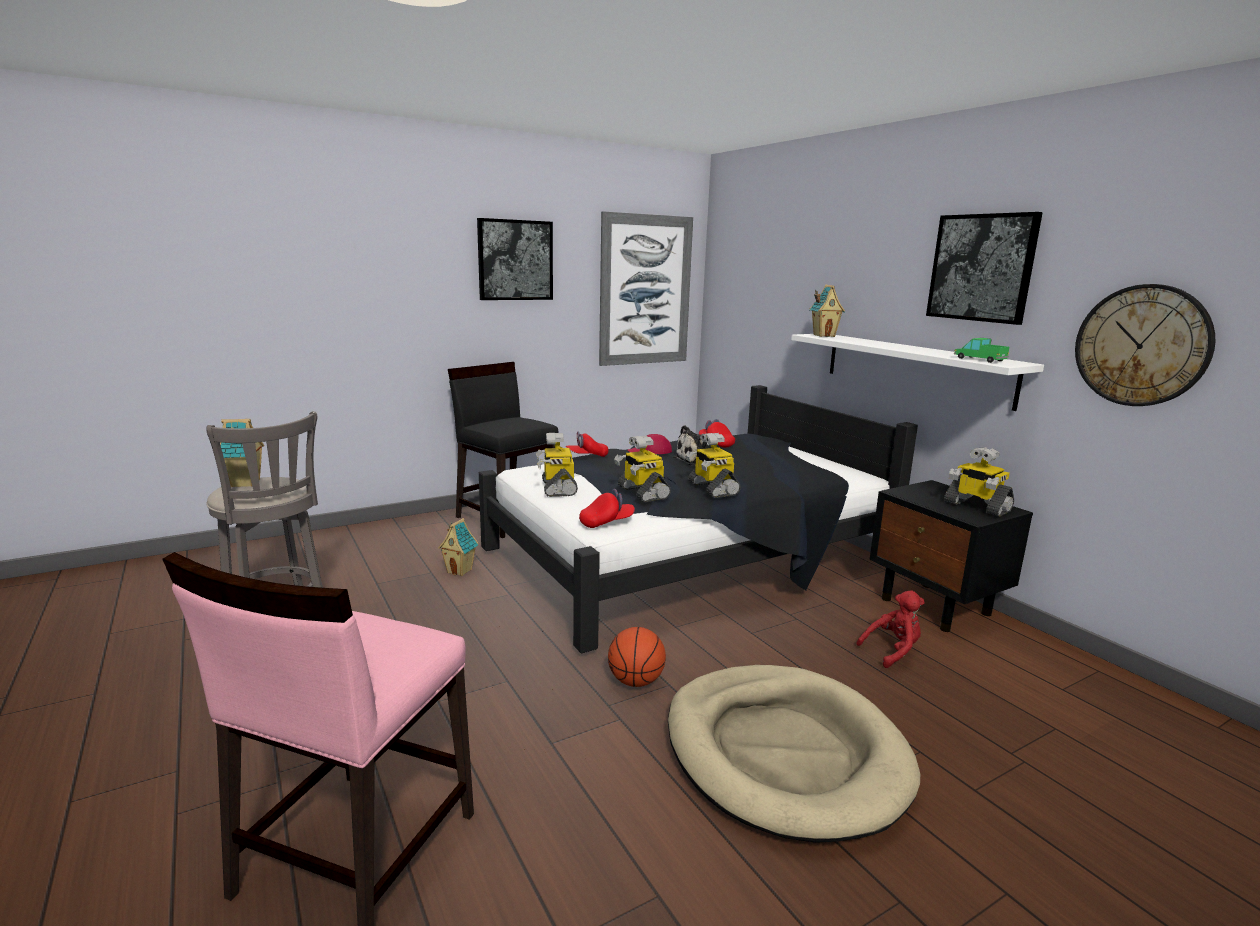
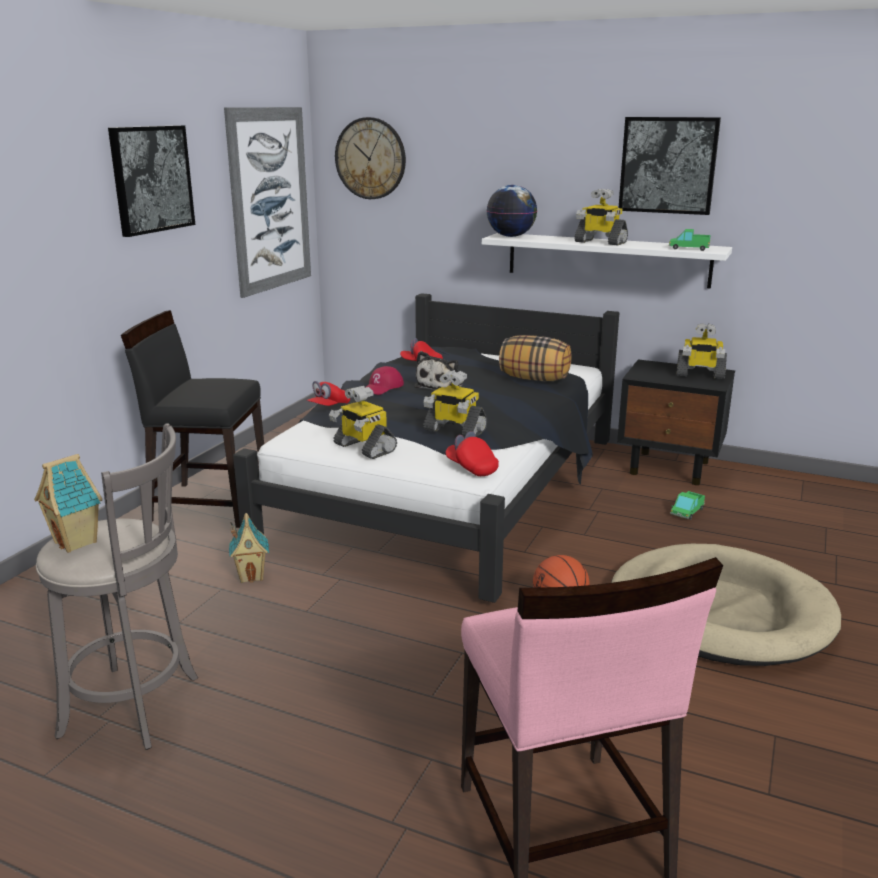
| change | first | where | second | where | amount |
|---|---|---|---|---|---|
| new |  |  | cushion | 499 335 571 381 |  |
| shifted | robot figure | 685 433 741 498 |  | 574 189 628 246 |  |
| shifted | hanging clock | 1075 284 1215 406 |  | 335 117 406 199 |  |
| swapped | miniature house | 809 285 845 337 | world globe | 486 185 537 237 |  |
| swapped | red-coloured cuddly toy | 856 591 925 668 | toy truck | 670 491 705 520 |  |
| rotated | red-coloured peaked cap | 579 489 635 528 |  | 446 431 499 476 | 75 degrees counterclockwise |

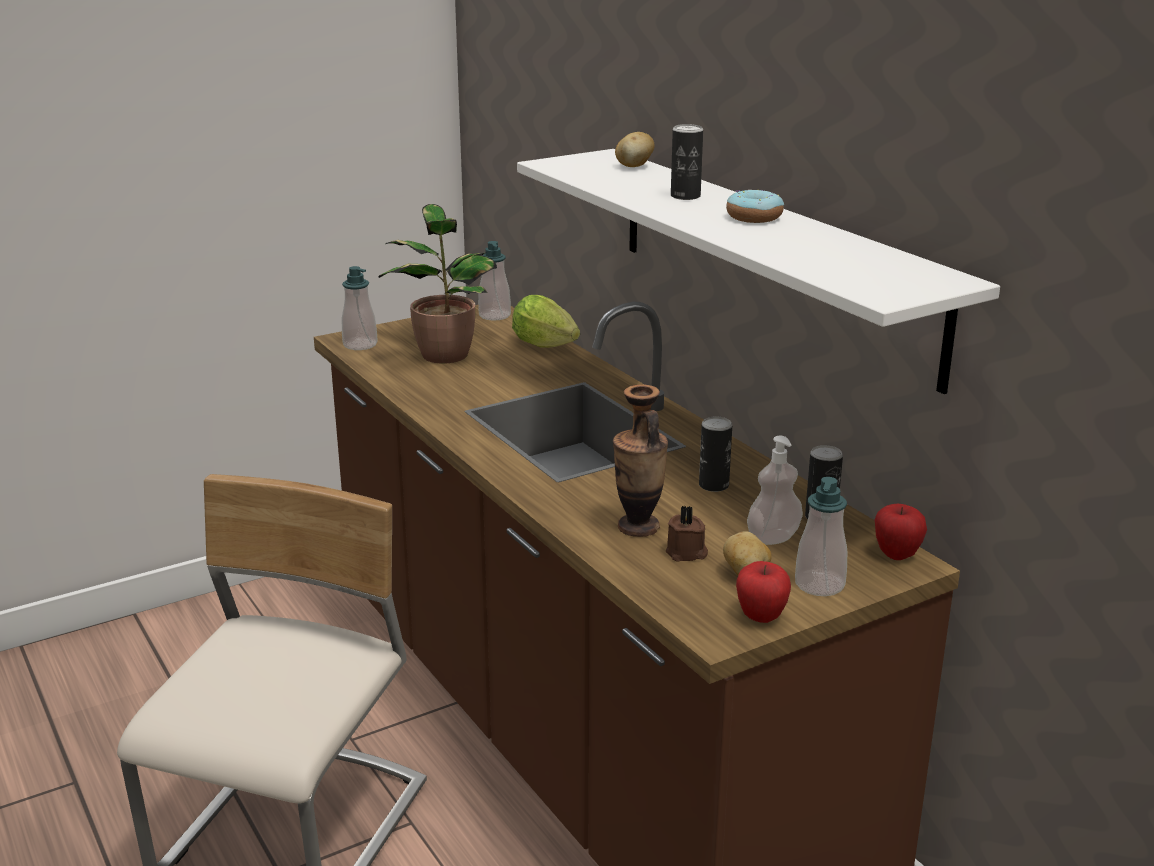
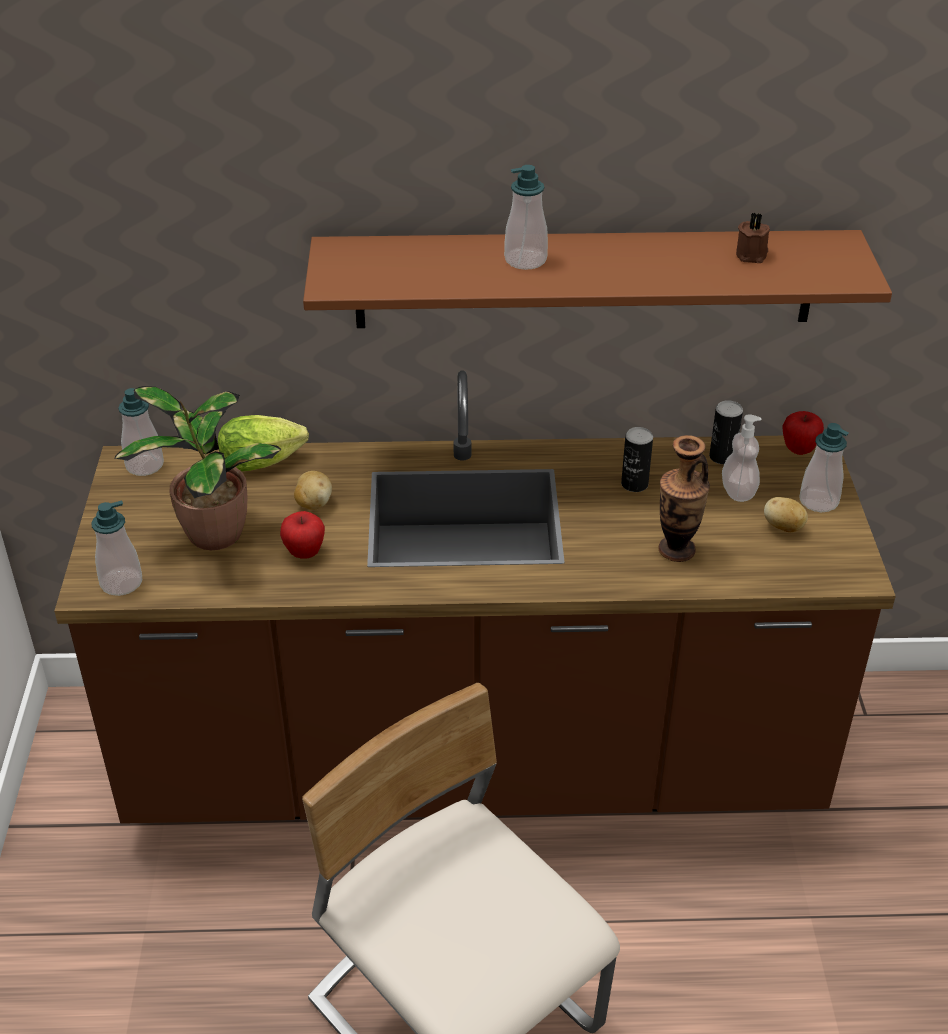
| change | first | where | second | where | amount |
|---|---|---|---|---|---|
| gone | ring doughnut | 726 189 784 223 |  |  |  |
| shifted | whole potato | 615 132 655 167 |  | 294 471 332 510 |  |
| shifted | brownish wax candle | 666 505 708 562 |  | 736 212 770 263 |  |
| shifted | apple fruit | 736 561 791 623 |  | 280 511 325 559 |  |
| swapped | can | 671 124 703 200 | soap dispenser | 504 165 548 270 |  |
| repainted | whitish shelf | 517 149 1000 394 | brownish shelf | 303 230 892 328 |  |

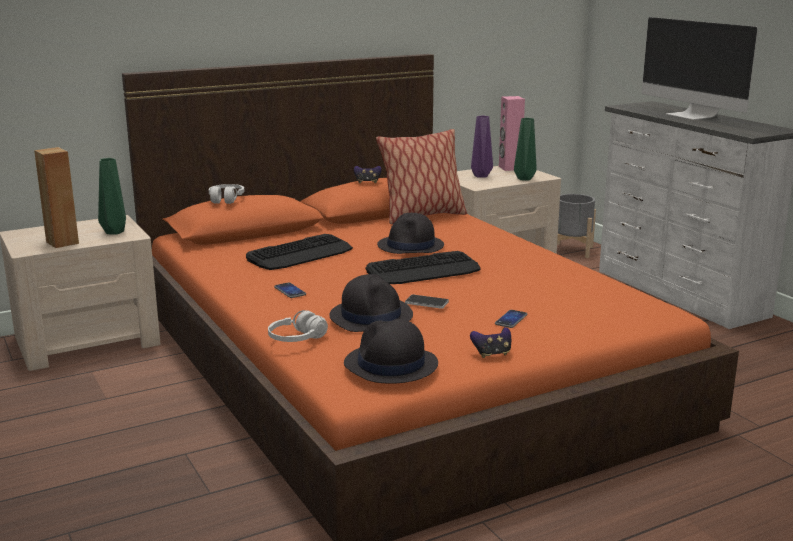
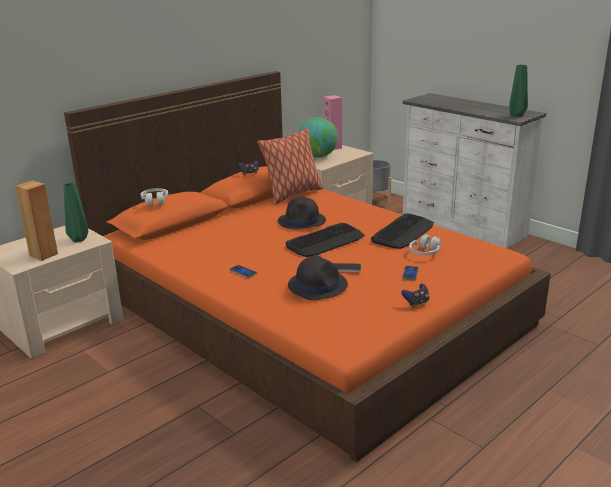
| change | first | where | second | where | amount |
|---|---|---|---|---|---|
| gone | black-coloured clothing hat | 344 319 438 384 |  |  |  |
| gone | computer display | 642 17 758 120 |  |  |  |
| shifted | PC keyboard | 246 234 353 270 |  | 371 213 434 249 |  |
| shifted | whitish headphones | 268 310 328 342 |  | 409 234 441 255 |  |
| shifted | greenish vase | 514 118 537 181 |  | 509 65 528 117 |  |
| swapped | purple-coloured vase | 471 116 493 178 | world globe | 299 117 338 158 |  |

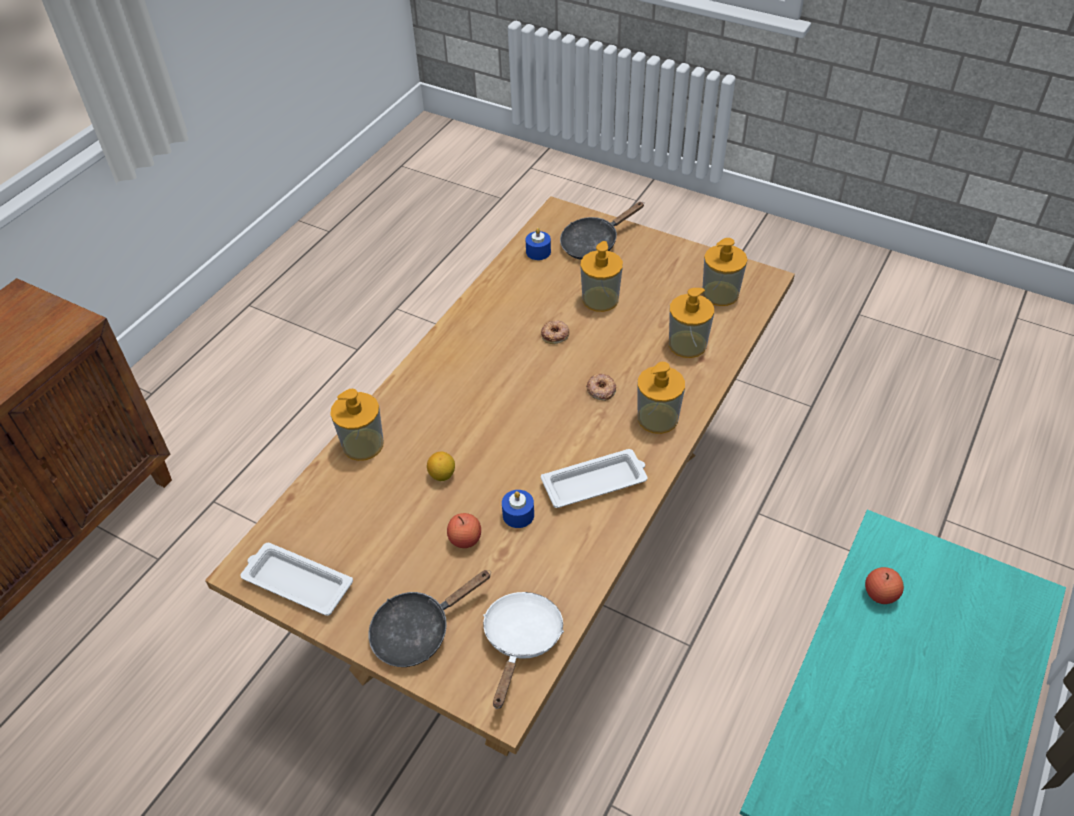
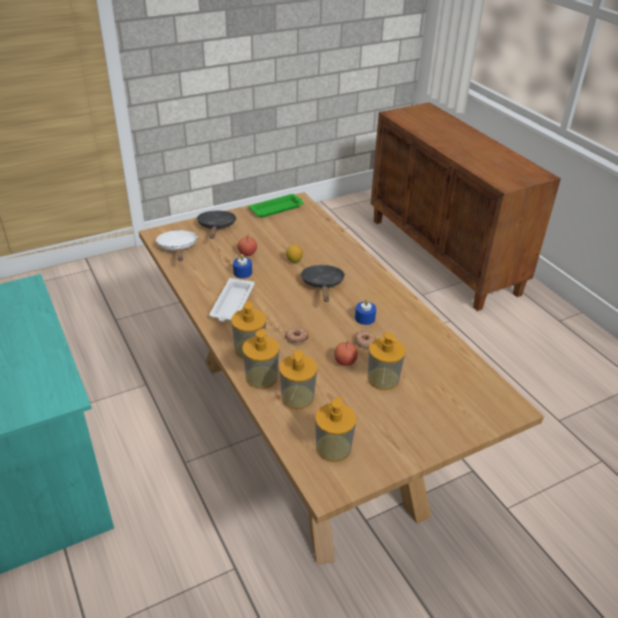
| change | first | where | second | where | amount |
|---|---|---|---|---|---|
| shifted | soap dispenser | 330 389 384 461 |  | 242 328 279 389 |  |
| shifted | bluish wax candle | 526 228 551 260 |  | 355 299 376 325 |  |
| shifted | black-coloured skillet | 560 202 644 260 |  | 300 265 345 302 |  |
| shifted | apple fruit | 865 567 904 604 |  | 334 340 358 366 |  |
| repainted | whitish serving tray | 241 543 353 616 | greenish serving tray | 248 194 304 218 |  |
| rotated | whitish skillet | 483 592 564 709 |  | 155 230 198 261 | 150 degrees counterclockwise |

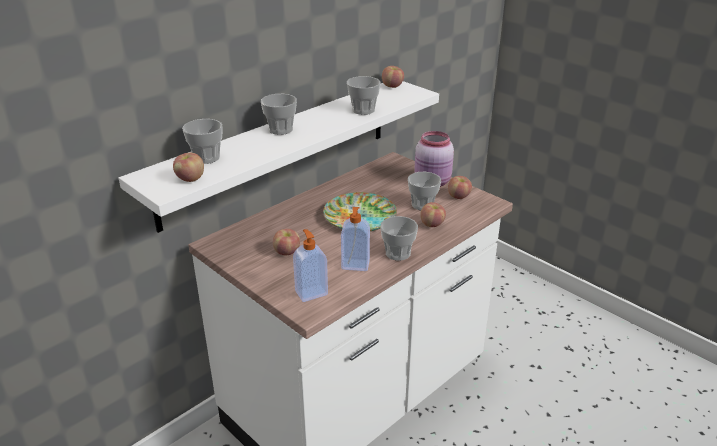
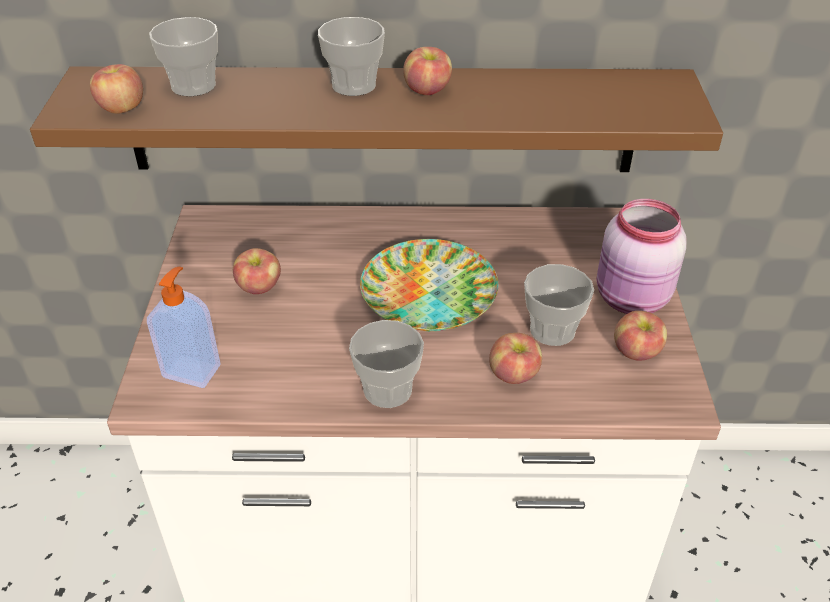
| change | first | where | second | where | amount |
|---|---|---|---|---|---|
| gone | soap dispenser | 341 207 370 271 |  |  |  |
| gone | small cup | 347 76 381 115 |  |  |  |
| shifted | apple fruit | 382 66 404 88 |  | 403 47 452 95 |  |
| repainted | whitish shelf | 119 81 439 233 | brownish shelf | 30 66 723 172 |  |

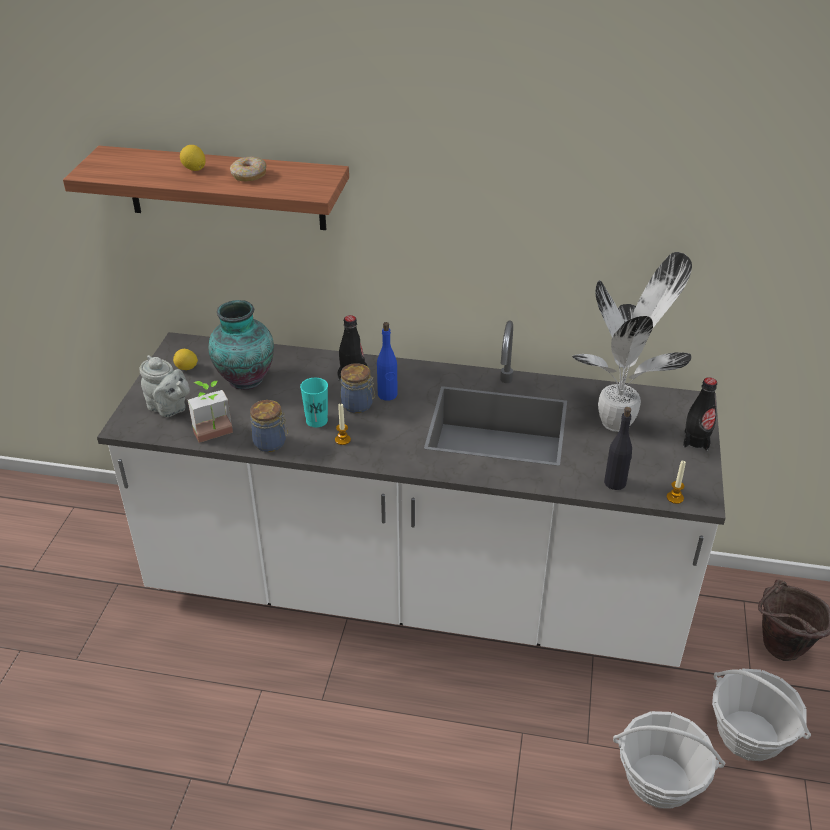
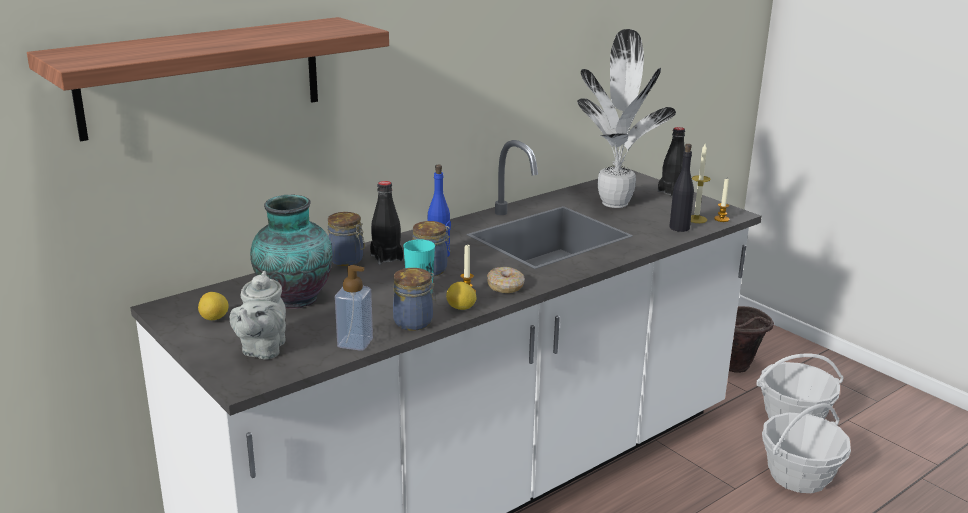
| change | first | where | second | where | amount |
|---|---|---|---|---|---|
| new |  |  | preserve jar | 328 212 365 266 |  |
| new |  |  | wax candle | 691 144 711 223 |  |
| shifted | lemon | 180 145 206 171 |  | 446 282 477 310 |  |
| shifted | ring doughnut | 230 156 267 181 |  | 487 267 525 293 |  |
| swapped | plant in a pot | 188 381 233 443 | soap dispenser | 335 265 373 351 |  |
| rotated | grey tea pot | 140 355 190 417 |  | 230 271 286 360 | 105 degrees clockwise |

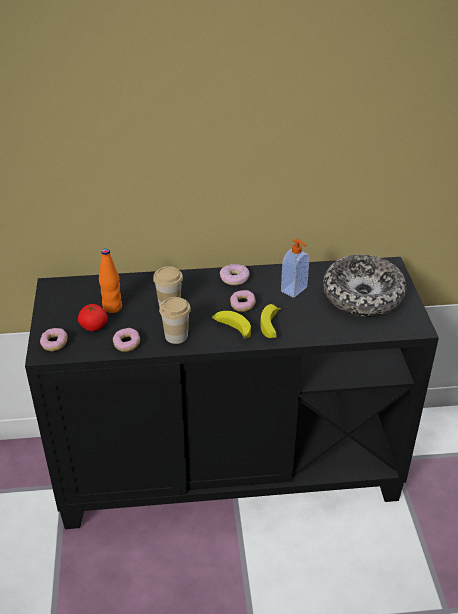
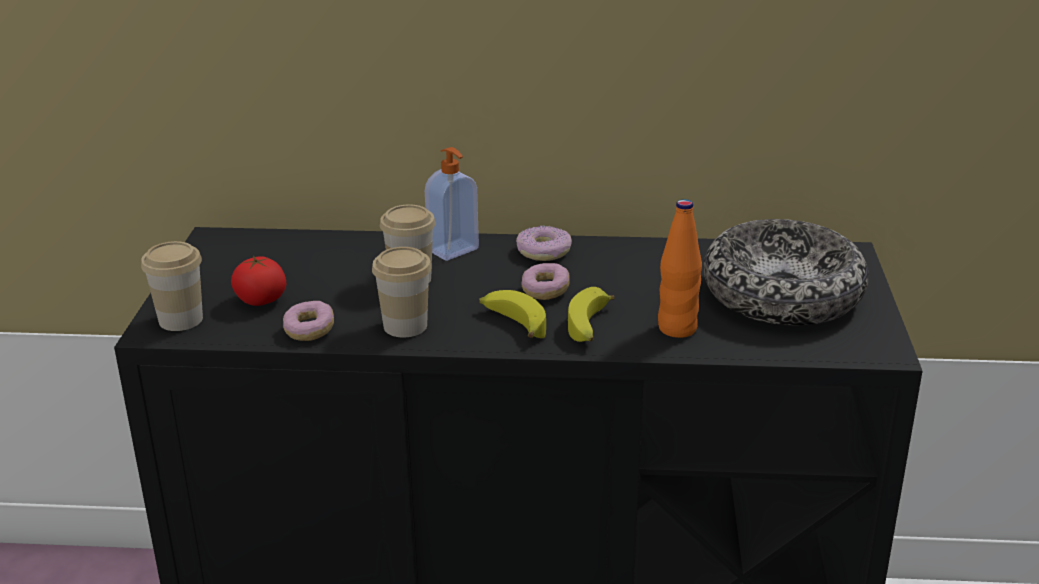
| change | first | where | second | where | amount |
|---|---|---|---|---|---|
| shifted | orangey drink bottle | 99 249 122 313 |  | 658 199 702 338 |  |
| shifted | soap dispenser | 281 239 310 298 |  | 425 147 479 261 |  |
| swapped | ring doughnut | 40 328 68 351 | small cup | 141 241 203 331 |  |

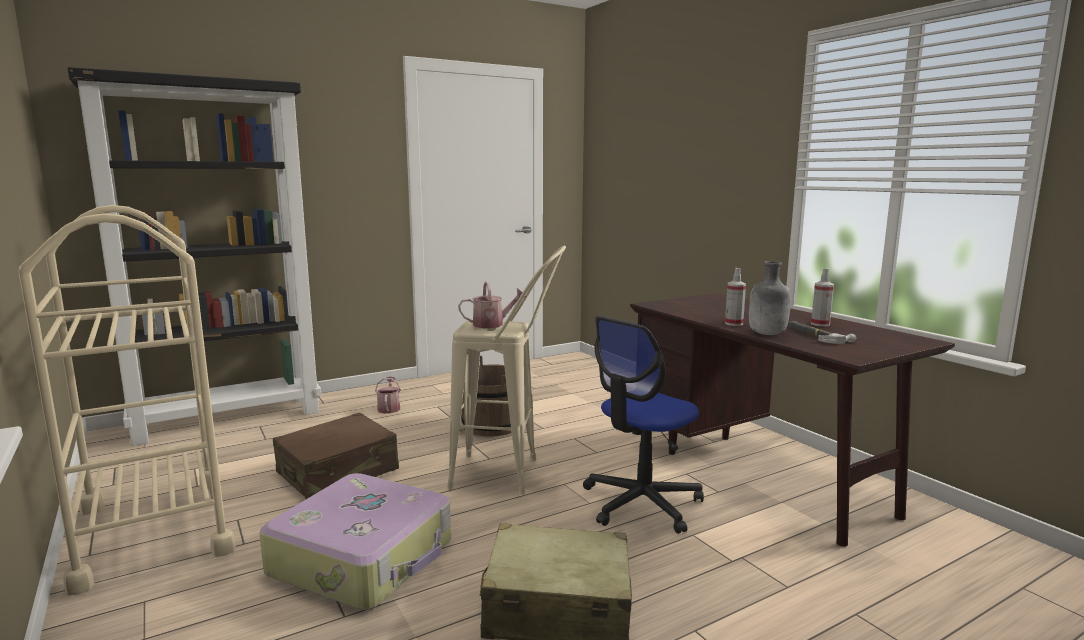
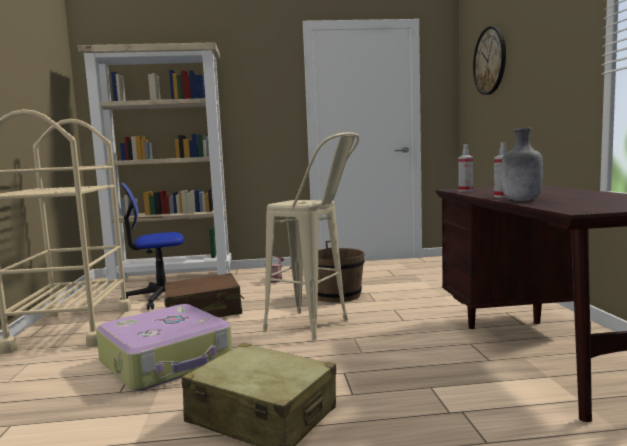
| change | first | where | second | where | amount |
|---|---|---|---|---|---|
| gone | watering pot | 458 281 527 328 |  |  |  |
| gone | hammer | 788 321 856 344 |  |  |  |
| new |  |  | hanging clock | 473 26 506 95 |  |
| shifted | office chair | 583 316 704 534 |  | 120 183 184 310 |  |
| shifted | sprayer | 811 268 834 326 |  | 458 144 473 192 |  |
| repainted | black-coloured bookcase | 67 67 321 446 | sand-coloured bookcase | 78 42 231 286 |  |

